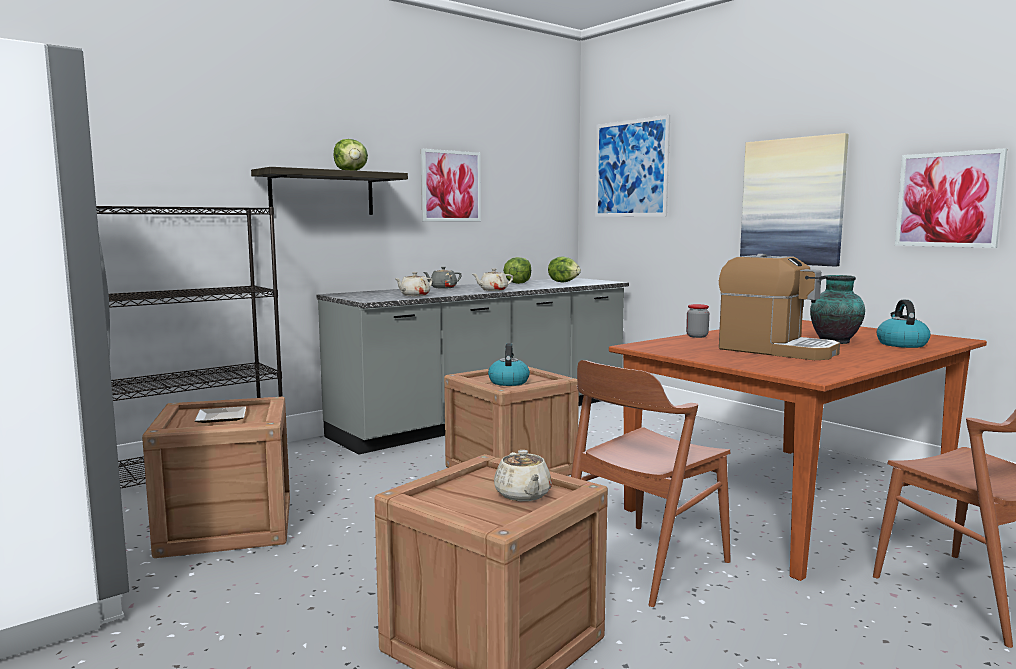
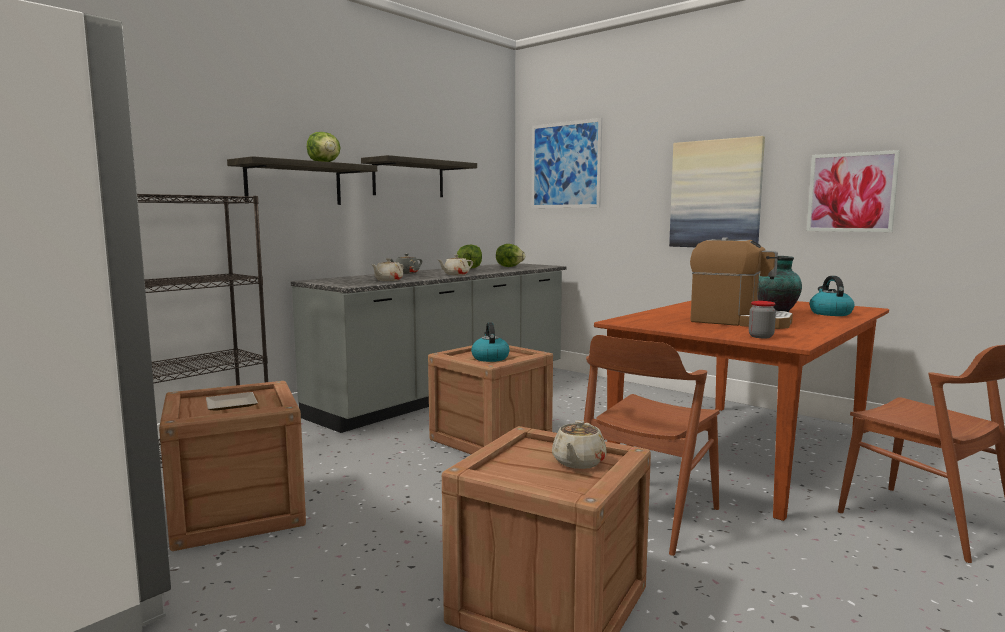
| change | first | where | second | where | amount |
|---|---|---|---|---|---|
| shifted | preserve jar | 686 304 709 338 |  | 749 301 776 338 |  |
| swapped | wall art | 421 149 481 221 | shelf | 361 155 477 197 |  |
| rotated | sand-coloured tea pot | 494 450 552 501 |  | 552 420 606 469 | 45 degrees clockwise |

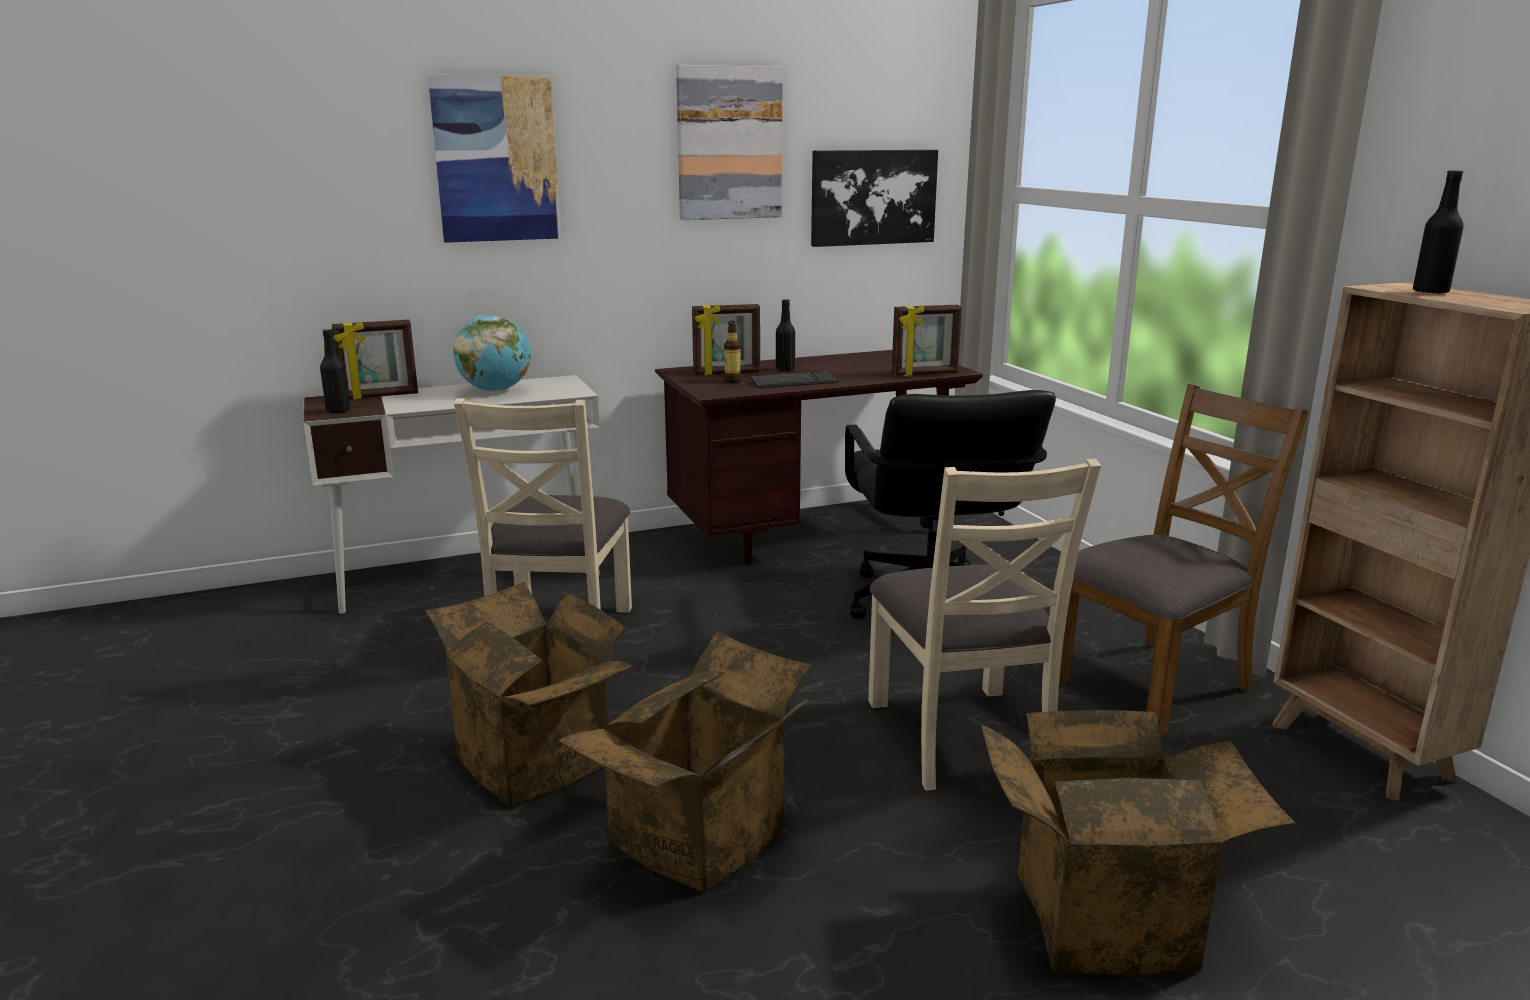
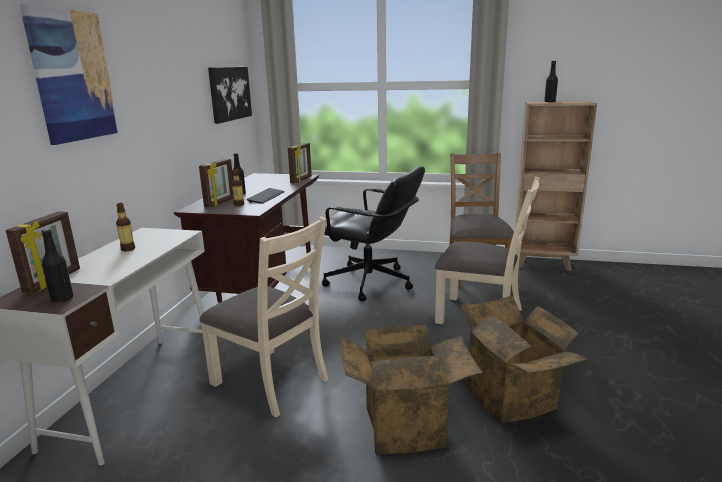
| change | first | where | second | where | amount |
|---|---|---|---|---|---|
| gone | wall art | 676 65 783 220 |  |  |  |
| gone | packing box | 981 710 1296 976 |  |  |  |
| swapped | world globe | 453 315 531 392 | drink bottle | 116 203 135 251 |  |

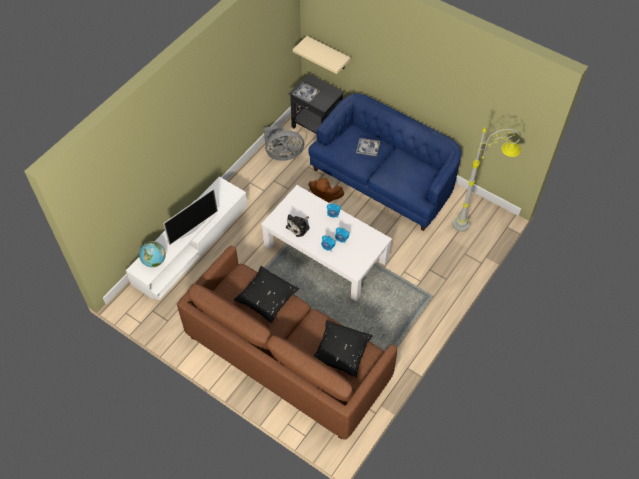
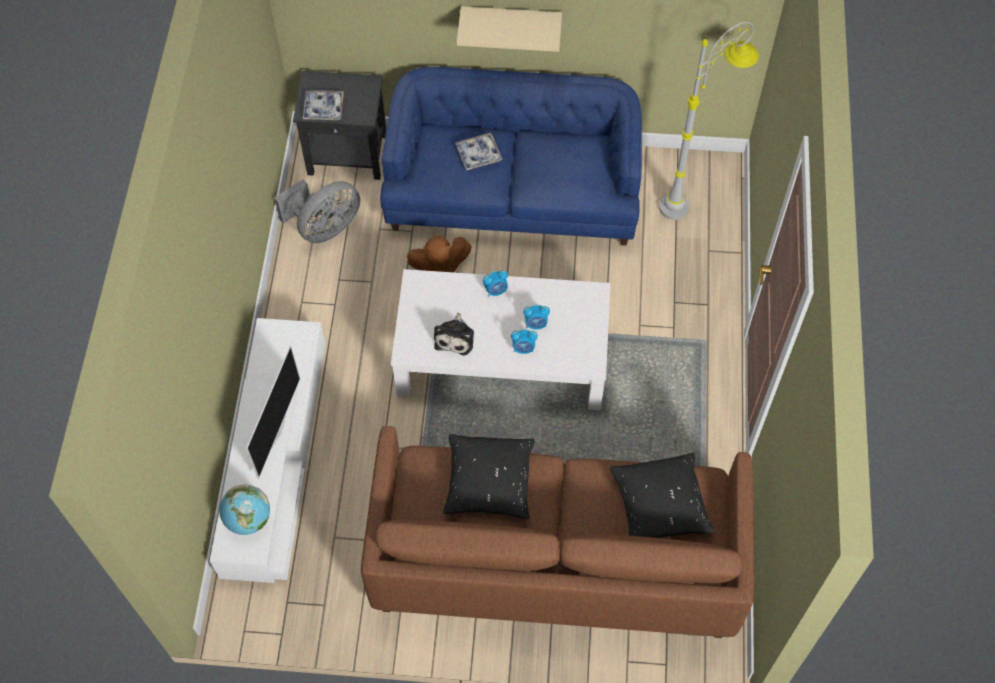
| change | first | where | second | where | amount |
|---|---|---|---|---|---|
| shifted | sand-coloured shelf | 293 36 351 74 |  | 457 6 562 52 |  |

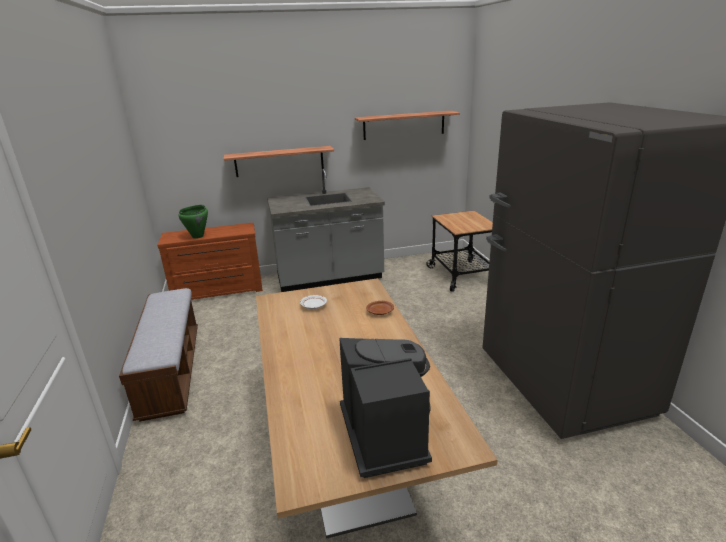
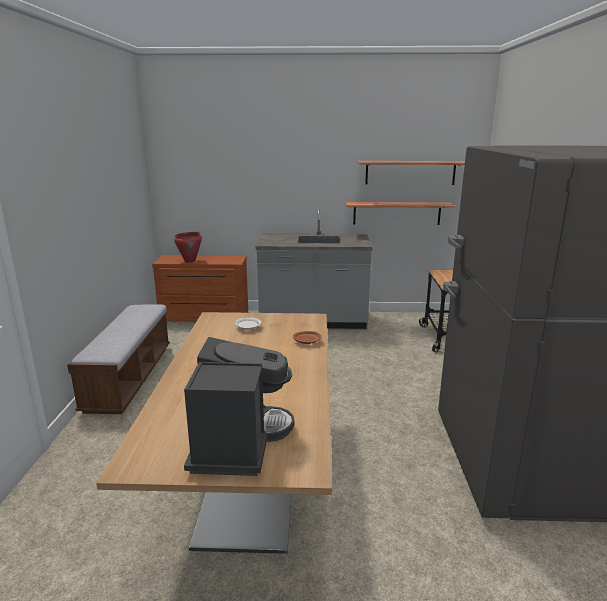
| change | first | where | second | where | amount |
|---|---|---|---|---|---|
| shifted | shelf | 224 146 334 177 |  | 346 202 455 225 |  |
| repainted | greenish stockpot | 179 205 208 239 | red-coloured stockpot | 174 232 202 263 |  |

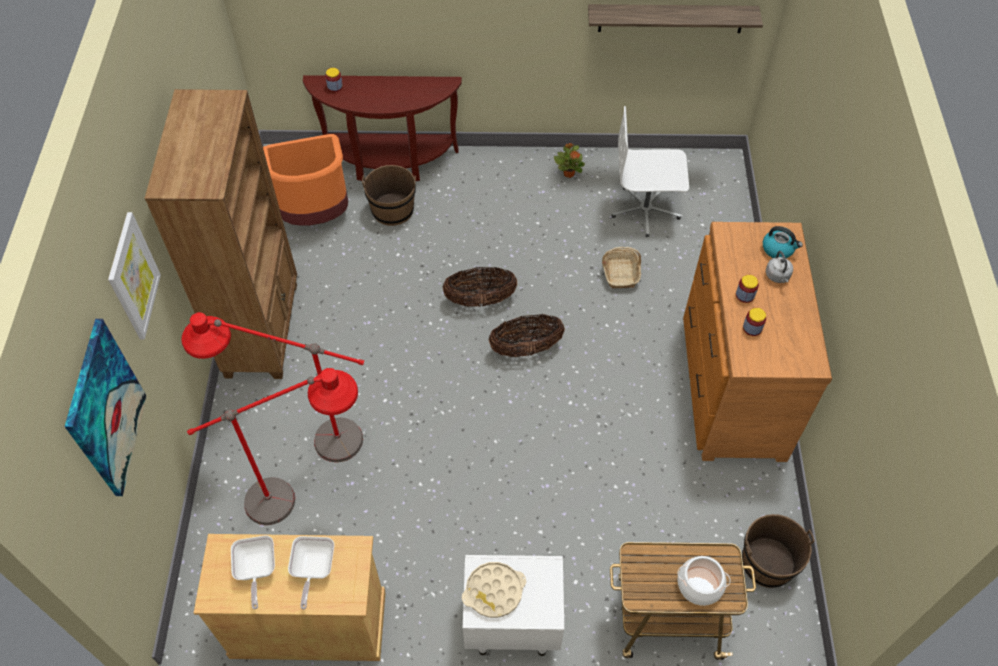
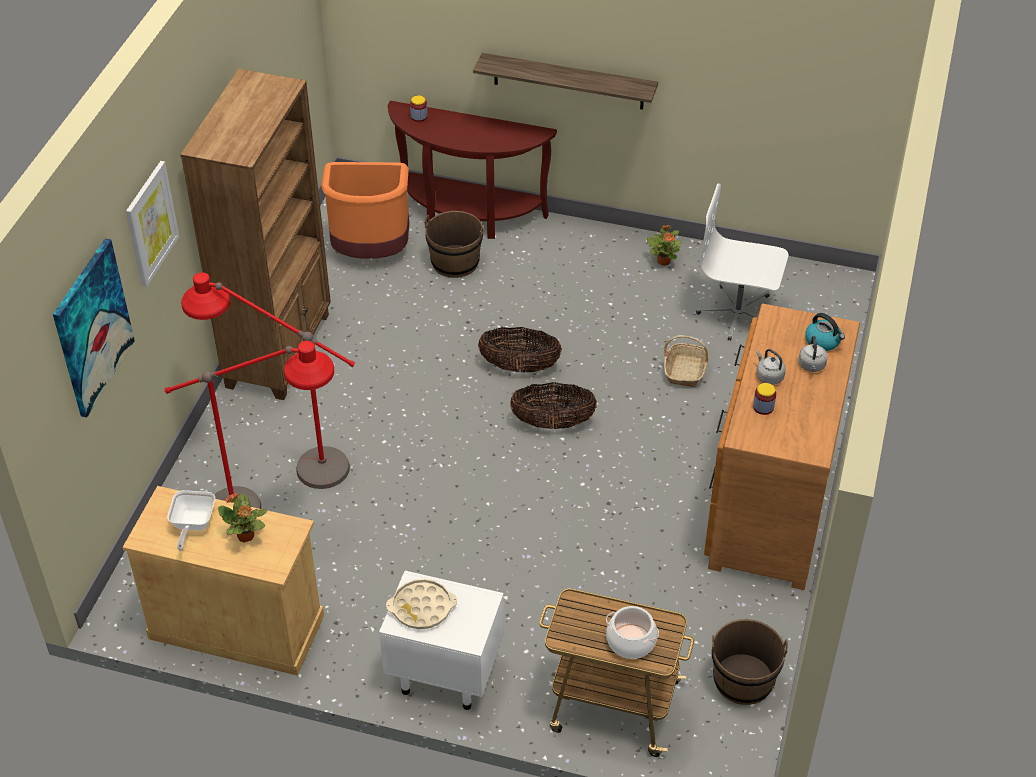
| change | first | where | second | where | amount |
|---|---|---|---|---|---|
| shifted | shelf | 588 4 763 33 |  | 473 53 658 110 |  |
| swapped | skillet | 288 536 334 609 | plant in a pot | 218 493 267 542 |  |
| swapped | preserve jar | 736 275 759 303 | grey water kettle | 756 349 786 385 |  |

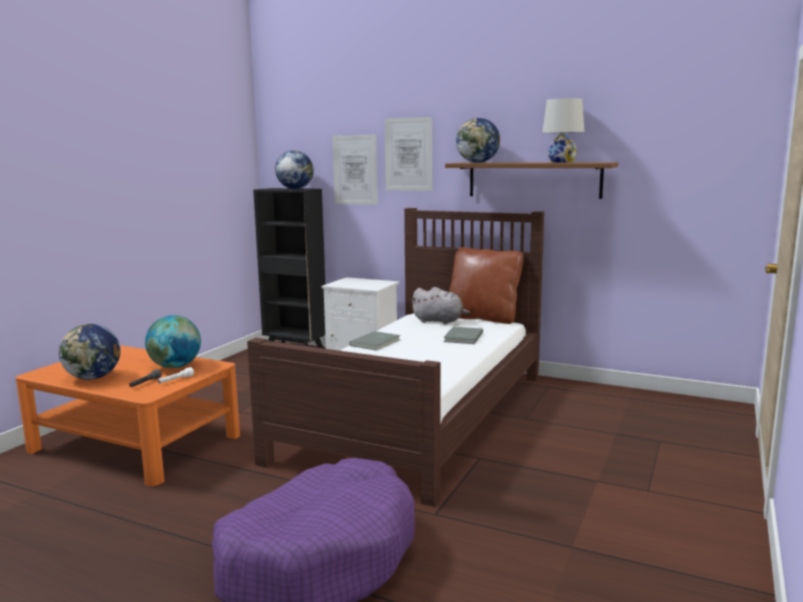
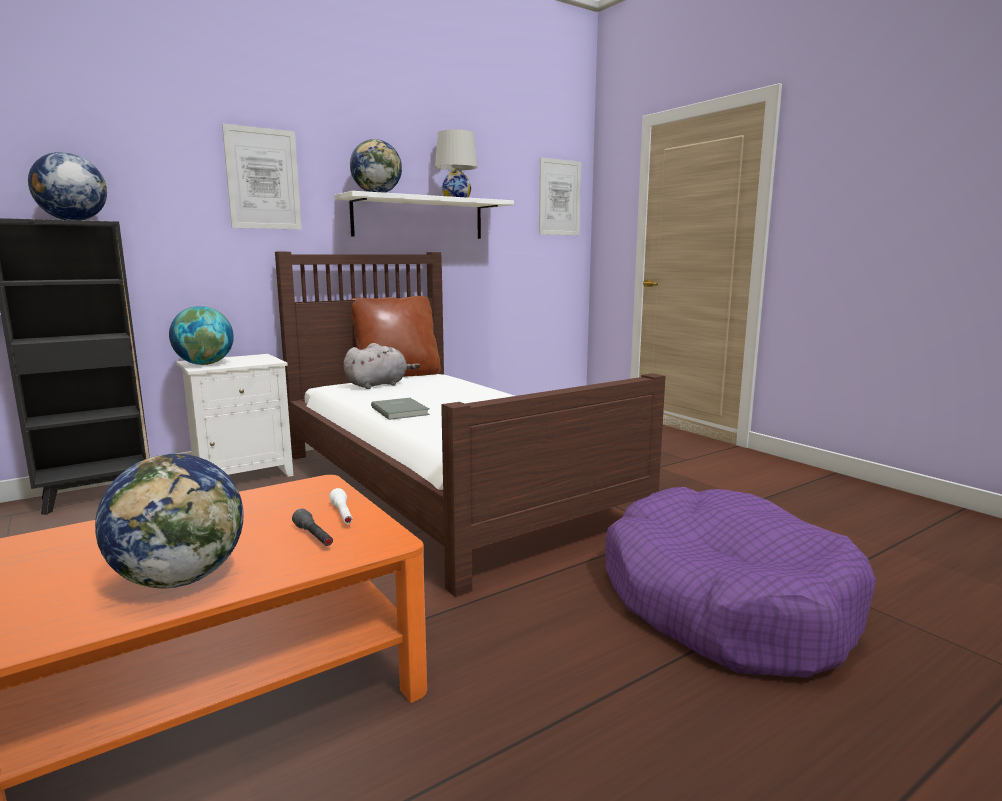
| change | first | where | second | where | amount |
|---|---|---|---|---|---|
| gone | grey bound book | 443 327 483 344 |  |  |  |
| shifted | world globe | 145 315 201 368 |  | 169 306 234 365 |  |
| shifted | wall art | 333 135 378 205 |  | 539 157 581 235 |  |
| repainted | brownish shelf | 445 162 618 199 | whitish shelf | 335 191 514 239 |  |

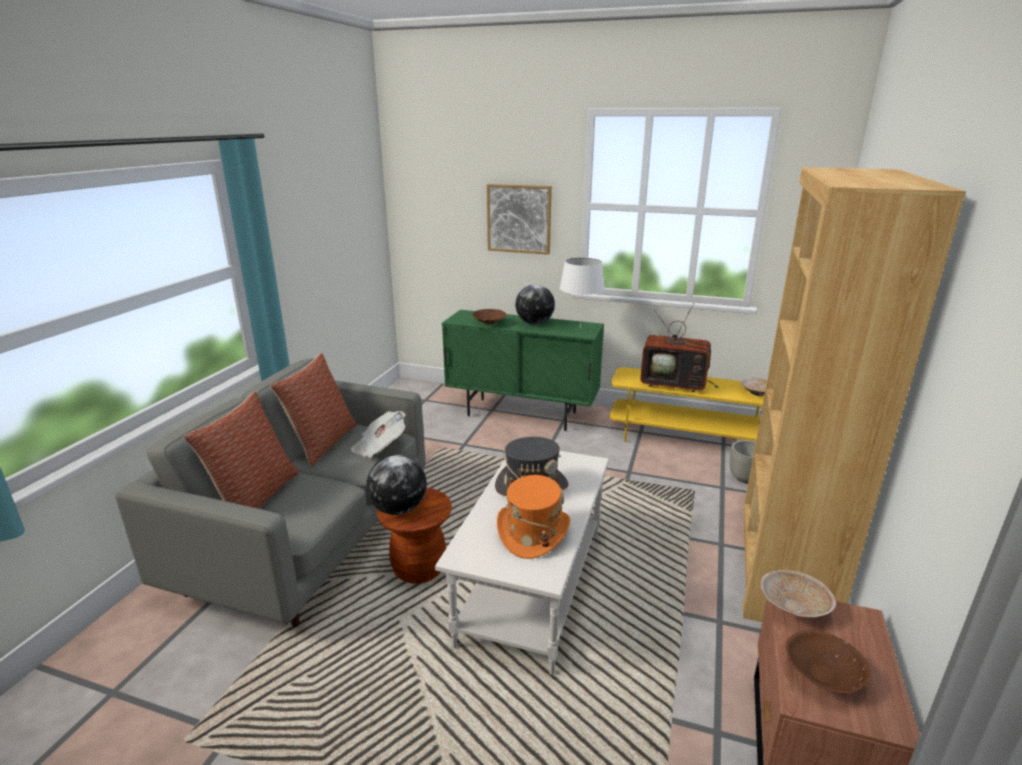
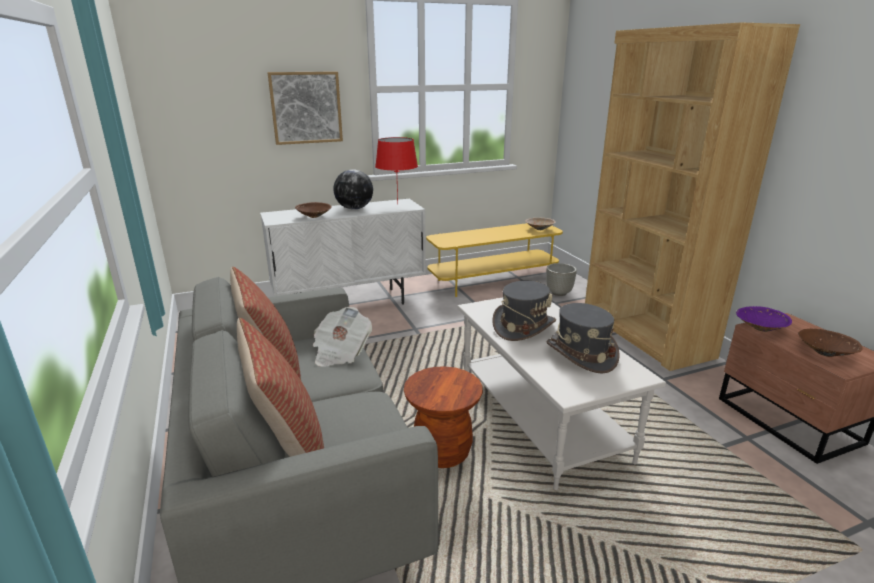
| change | first | where | second | where | amount |
|---|---|---|---|---|---|
| gone | world globe | 366 455 427 515 |  |  |  |
| gone | TV | 640 303 718 392 |  |  |  |
| repainted | greenish storage cabinet | 442 310 604 431 | whitish storage cabinet | 260 199 426 305 |  |
| repainted | orangey clothing hat | 497 475 570 559 | grey clothing hat | 547 303 620 374 |  |
| repainted | whitish tabletop lamp | 560 257 605 328 | red-coloured tabletop lamp | 375 137 418 204 |  |
| repainted | sand-coloured deep dish | 760 570 836 617 | purple-coloured deep dish | 736 306 792 332 |  |

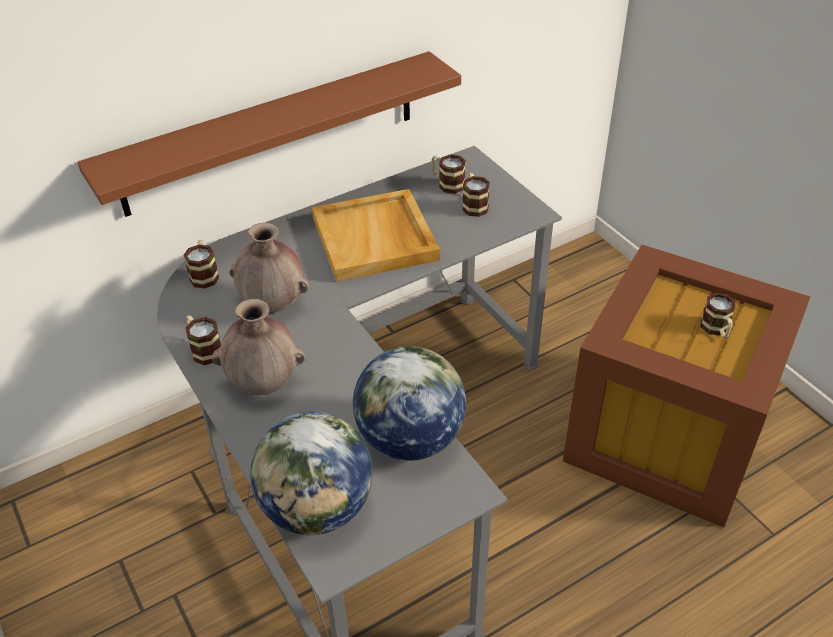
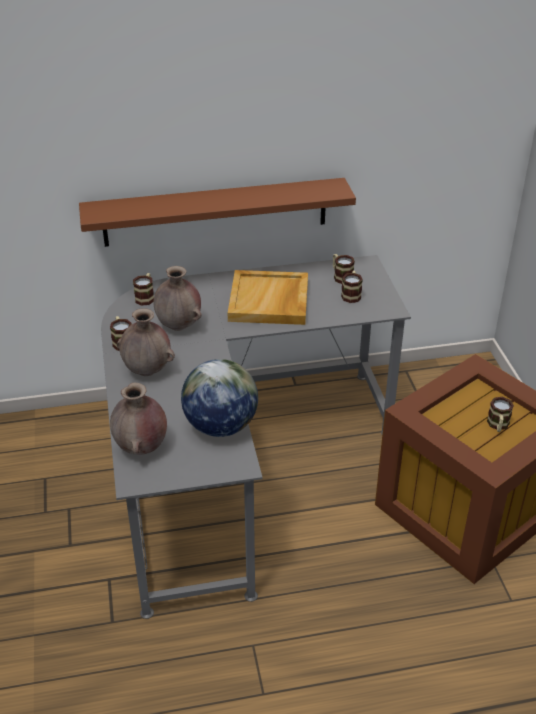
| change | first | where | second | where | amount |
|---|---|---|---|---|---|
| swapped | world globe | 250 411 373 535 | brownish vase | 110 382 167 455 |  |

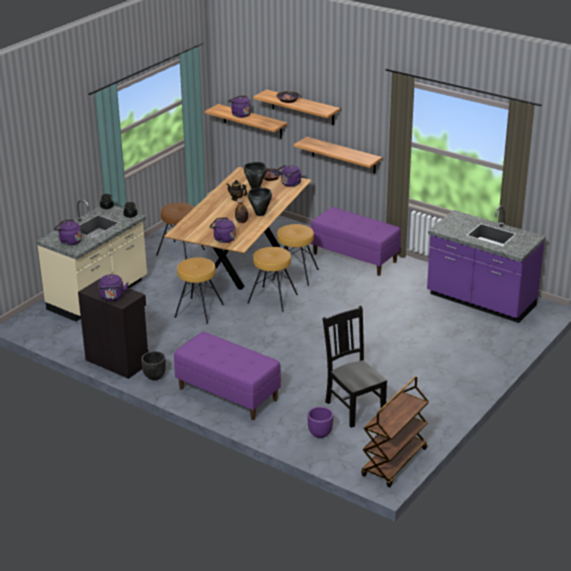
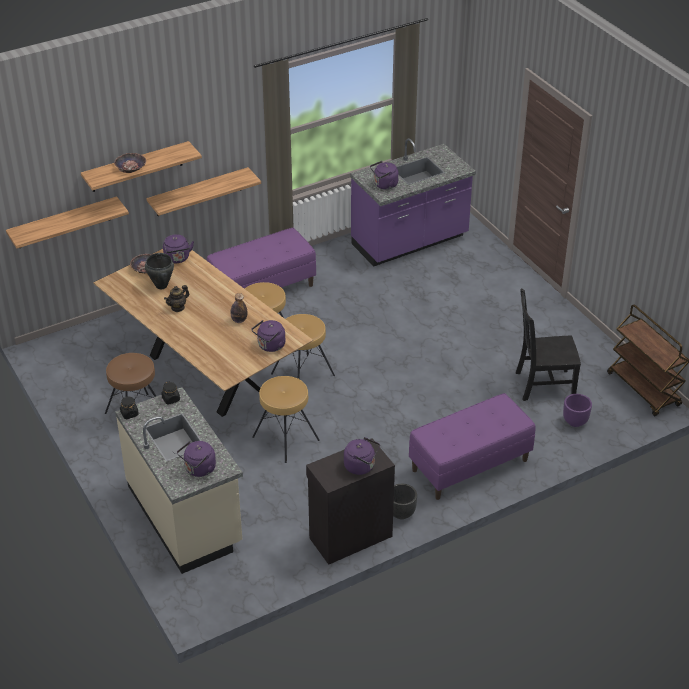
| change | first | where | second | where | amount |
|---|---|---|---|---|---|
| gone | black-coloured stockpot | 248 188 272 216 |  |  |  |
| shifted | purple-coloured water kettle | 228 96 251 118 |  | 370 161 399 190 |  |

